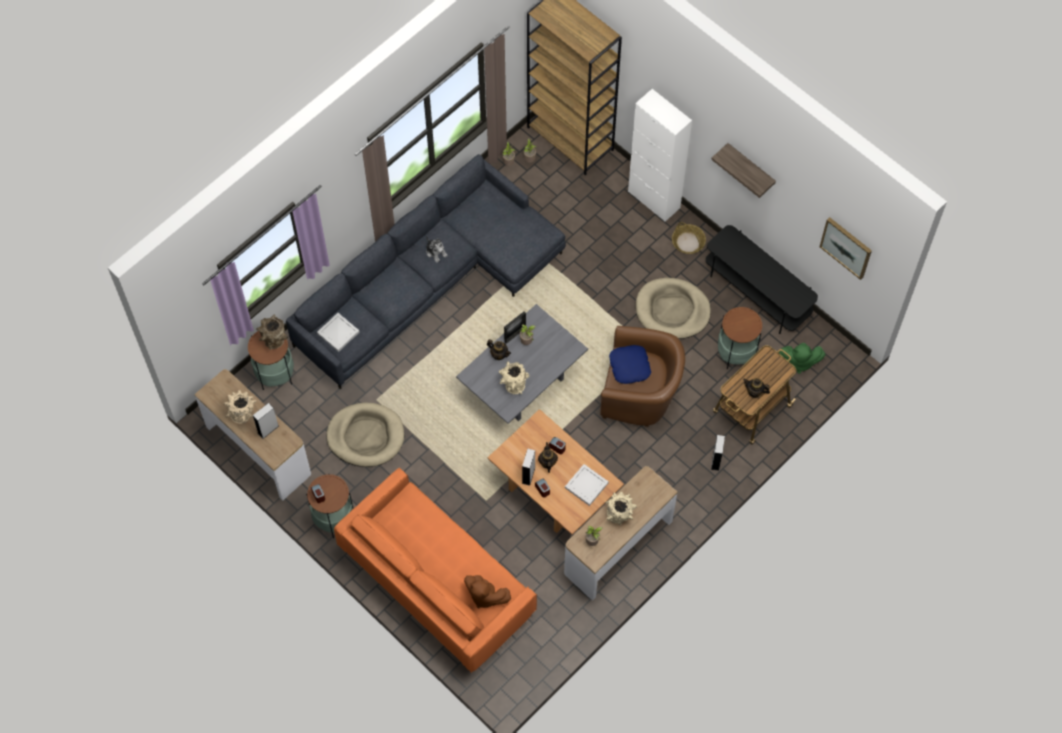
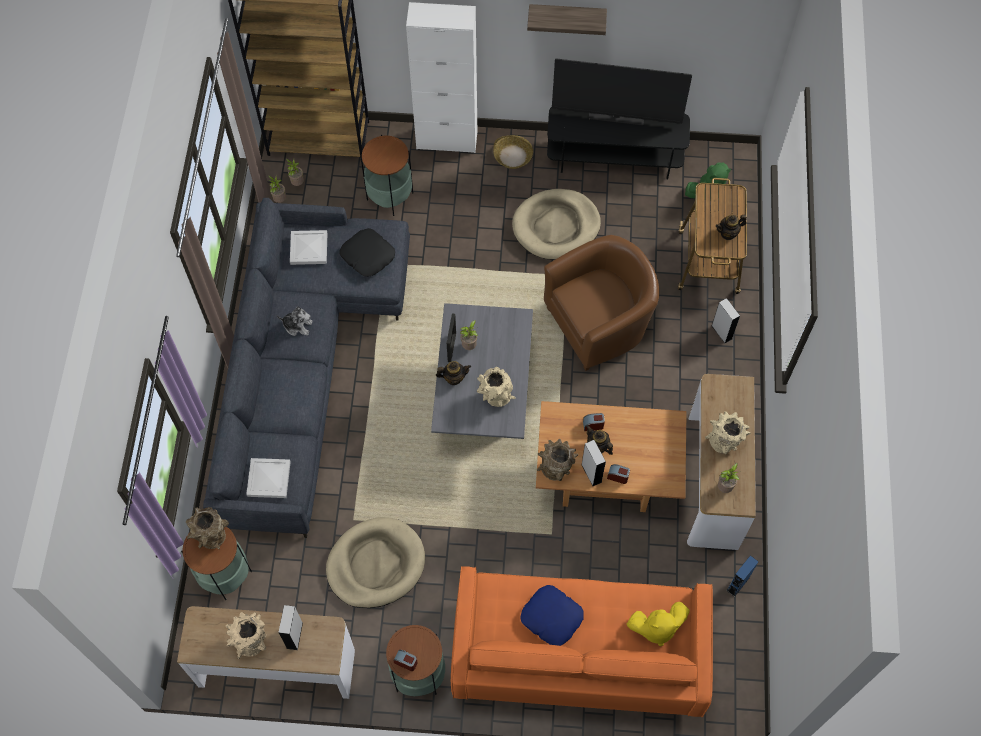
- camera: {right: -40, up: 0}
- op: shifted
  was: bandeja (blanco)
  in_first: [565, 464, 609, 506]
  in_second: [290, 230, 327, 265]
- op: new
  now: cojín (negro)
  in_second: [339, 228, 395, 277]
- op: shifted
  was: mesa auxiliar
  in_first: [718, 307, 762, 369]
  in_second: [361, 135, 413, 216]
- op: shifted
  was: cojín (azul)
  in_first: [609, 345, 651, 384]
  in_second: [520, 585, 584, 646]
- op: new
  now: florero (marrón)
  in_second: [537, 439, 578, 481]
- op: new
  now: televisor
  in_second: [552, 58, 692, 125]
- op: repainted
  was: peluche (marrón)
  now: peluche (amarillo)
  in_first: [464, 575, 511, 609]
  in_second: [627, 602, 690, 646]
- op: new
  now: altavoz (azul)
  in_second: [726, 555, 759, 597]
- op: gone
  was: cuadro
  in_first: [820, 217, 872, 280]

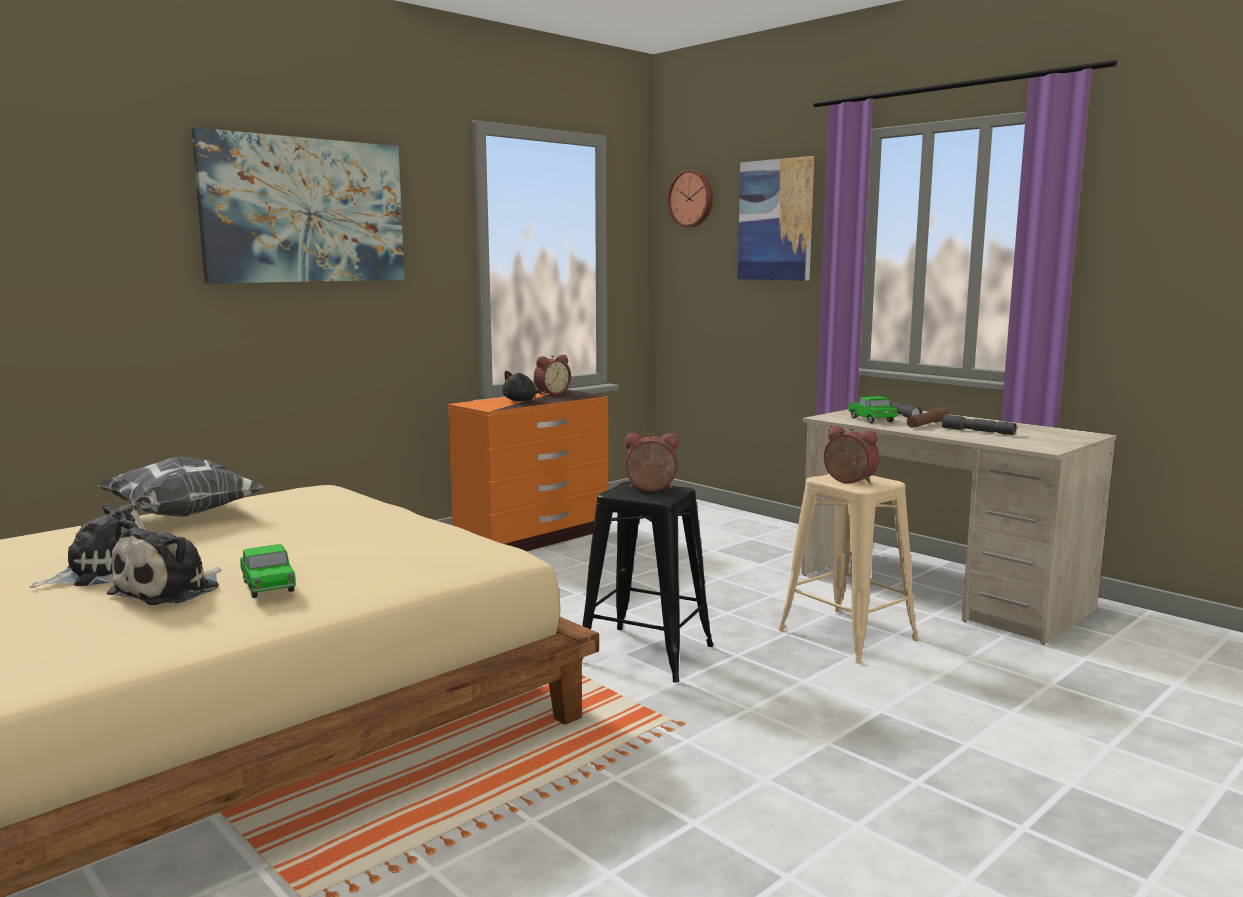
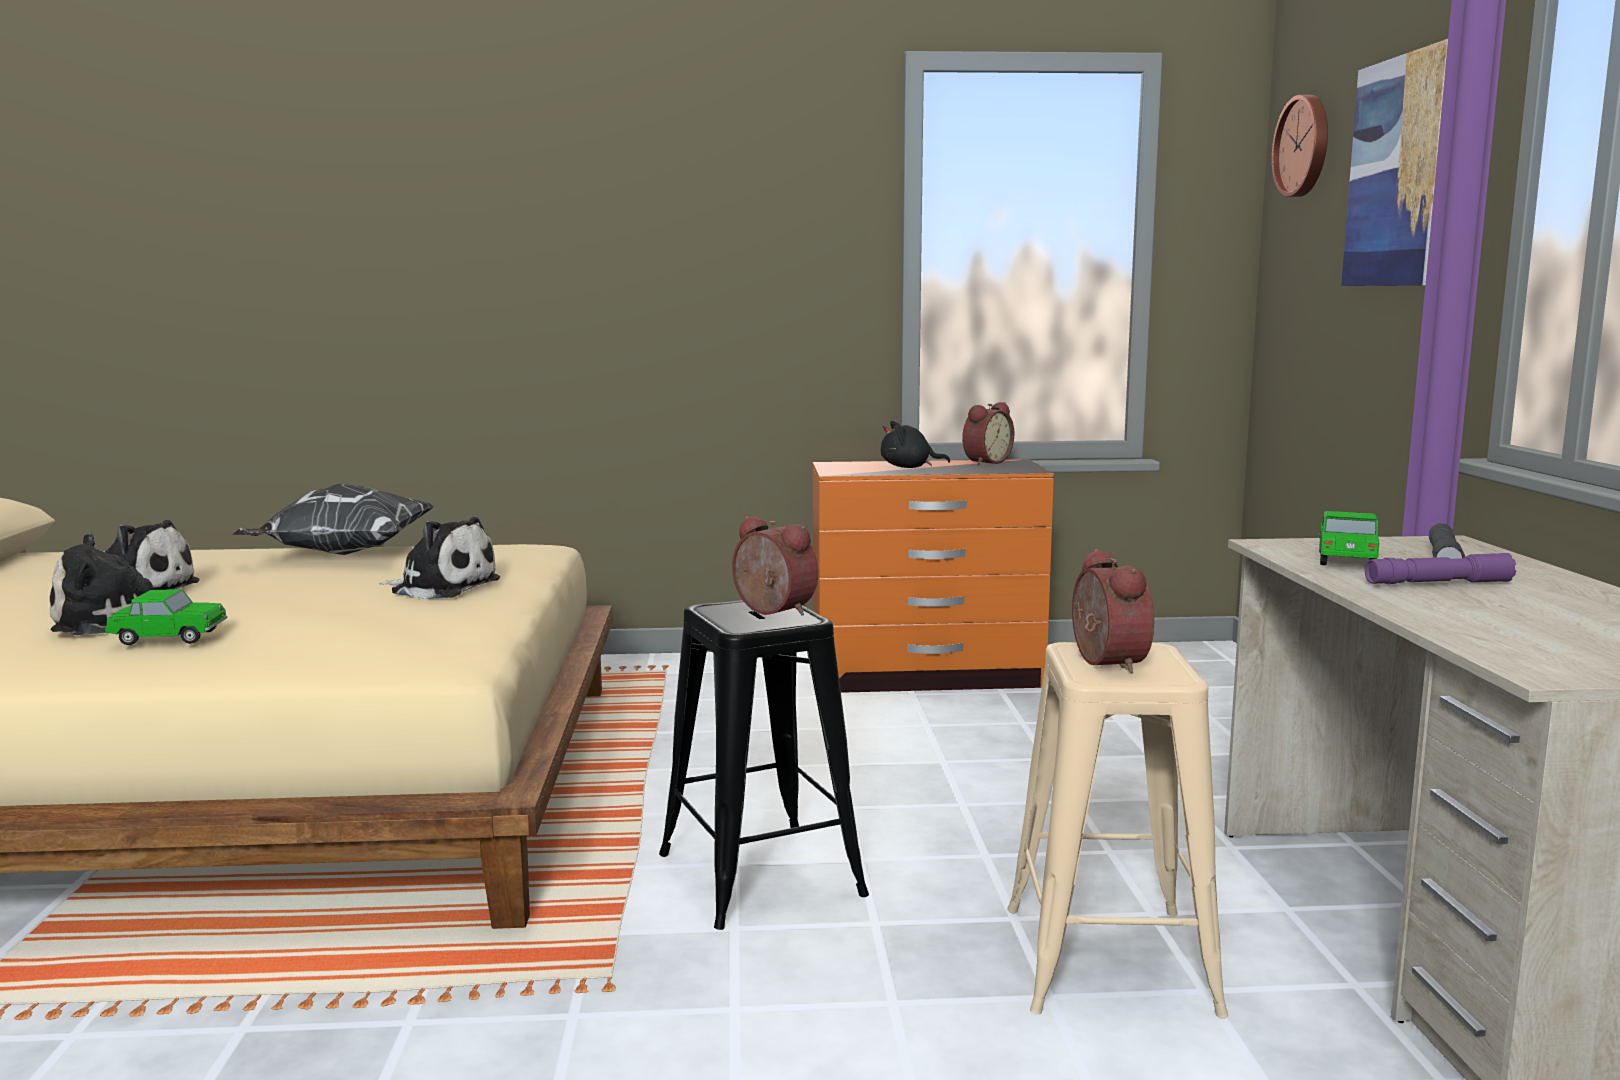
- camera: {right: 40, up: 0}
- op: rotated
  was: coche de juguete
  in_first: [240, 544, 296, 598]
  in_second: [105, 589, 227, 645]
  clockwise: -105
- op: new
  now: peluche
  in_second: [379, 517, 500, 599]
- op: rotated
  was: despertador
  in_first: [534, 354, 571, 395]
  in_second: [962, 402, 1014, 465]
  clockwise: -45
- op: repainted
  was: linterna (marrón)
  now: linterna (morado)
  in_first: [907, 408, 949, 428]
  in_second: [1365, 553, 1516, 584]
- op: gone
  was: cuadro
  in_first: [191, 128, 405, 283]
- op: gone
  was: linterna (gris)
  in_first: [942, 414, 1017, 435]

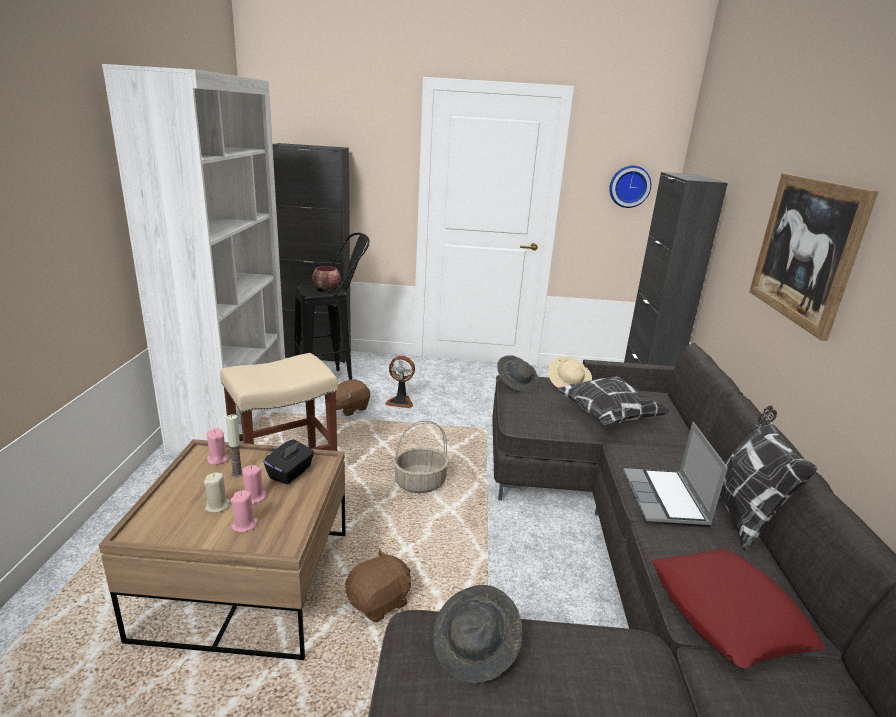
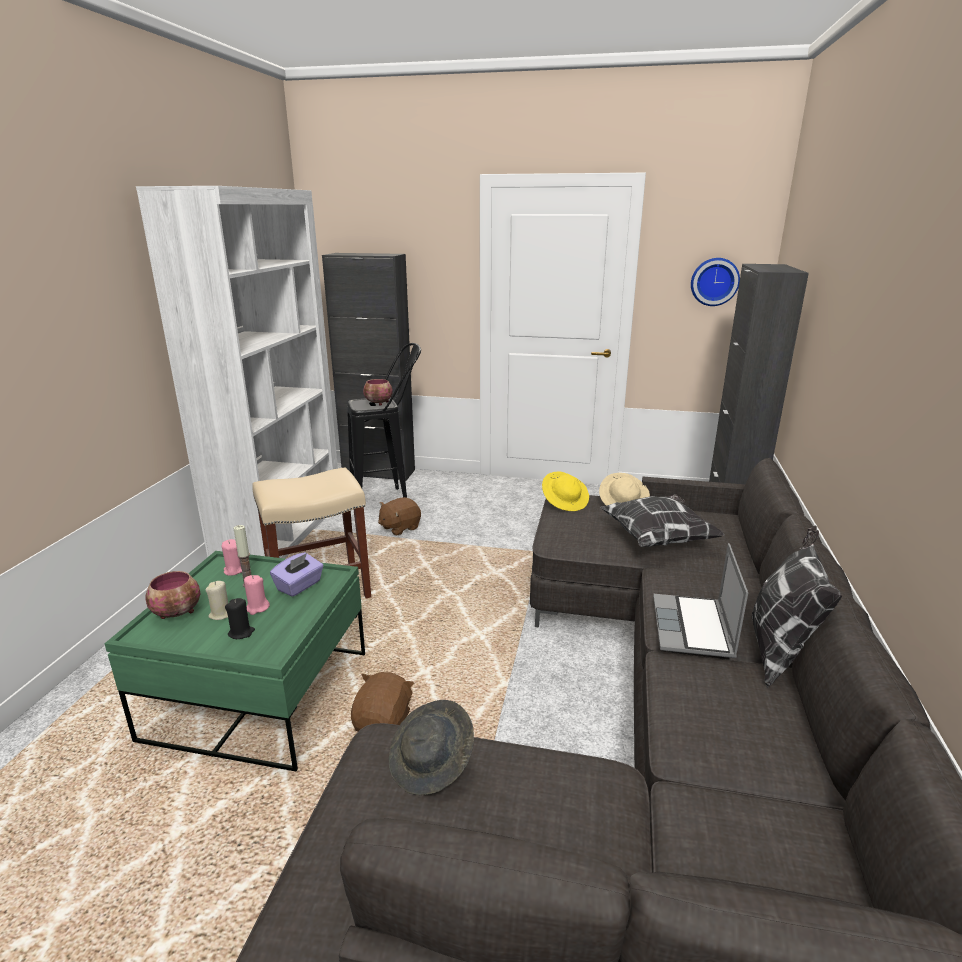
- camera: {right: 10, up: 0}
- op: repainted
  was: mesa de centro (marrón)
  now: mesa de centro (verde)
  in_first: [99, 439, 346, 660]
  in_second: [104, 551, 365, 771]
- op: new
  now: cuenco
  in_second: [145, 571, 201, 619]
- op: repainted
  was: vela (rosa)
  now: vela (negro)
  in_first: [230, 490, 258, 532]
  in_second: [225, 598, 255, 639]
- op: repainted
  was: caja de pañuelos (negro)
  now: caja de pañuelos (morado)
  in_first: [264, 439, 314, 484]
  in_second: [270, 552, 323, 597]
- op: rotated
  was: peluche (marrón)
  in_first: [345, 549, 411, 622]
  in_second: [351, 672, 414, 732]
  clockwise: -45
- op: repainted
  was: sombrero (gris)
  now: sombrero (amarillo)
  in_first: [497, 355, 539, 392]
  in_second: [542, 471, 589, 511]
- op: gone
  was: ventilador
  in_first: [385, 356, 415, 408]
- op: gone
  was: cesta
  in_first: [393, 420, 449, 493]
- op: gone
  was: cojín (rojo)
  in_first: [652, 548, 824, 669]
- op: gone
  was: cuadro
  in_first: [749, 173, 878, 341]

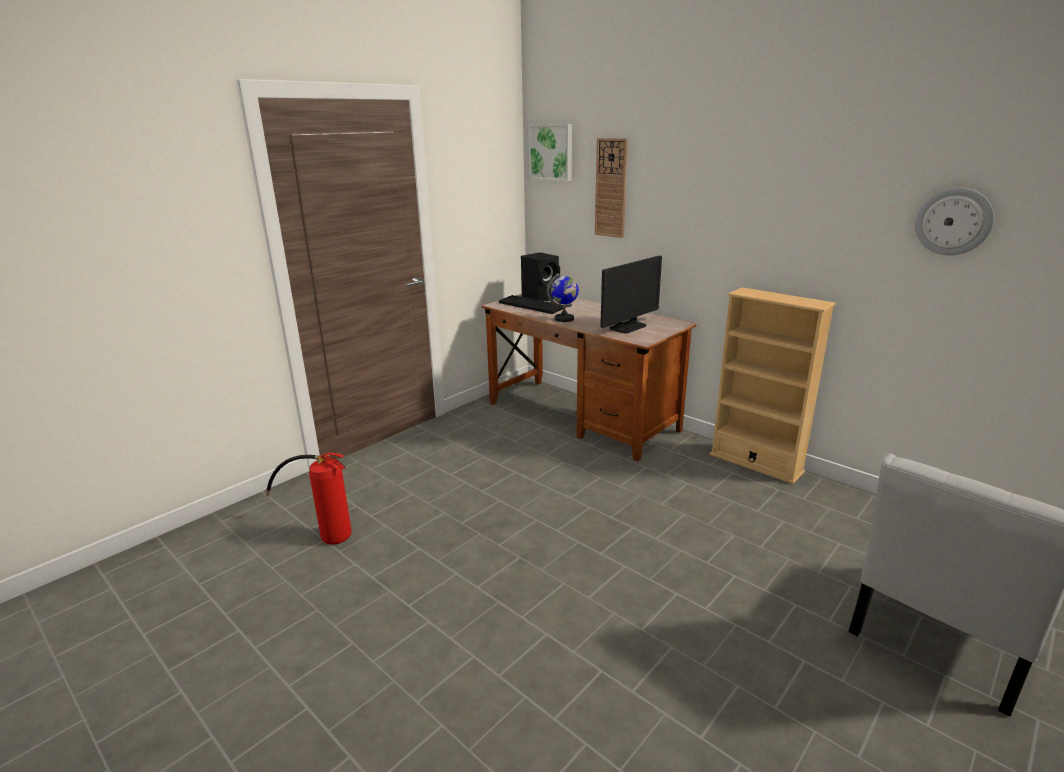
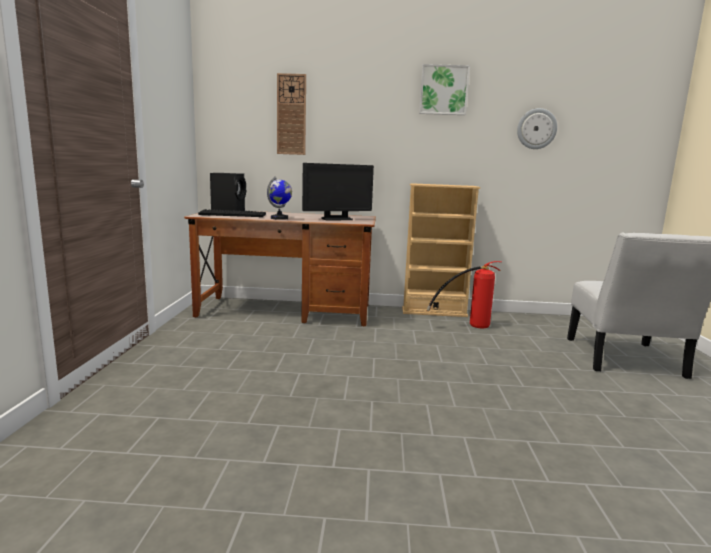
- camera: {right: -40, up: -10}
- op: rotated
  was: monitor
  in_first: [600, 256, 662, 333]
  in_second: [302, 163, 374, 221]
  clockwise: 60
- op: shifted
  was: cuadro
  in_first: [528, 124, 572, 181]
  in_second: [419, 64, 470, 115]
- op: shifted
  was: extintor
  in_first: [266, 453, 351, 545]
  in_second: [427, 261, 501, 328]

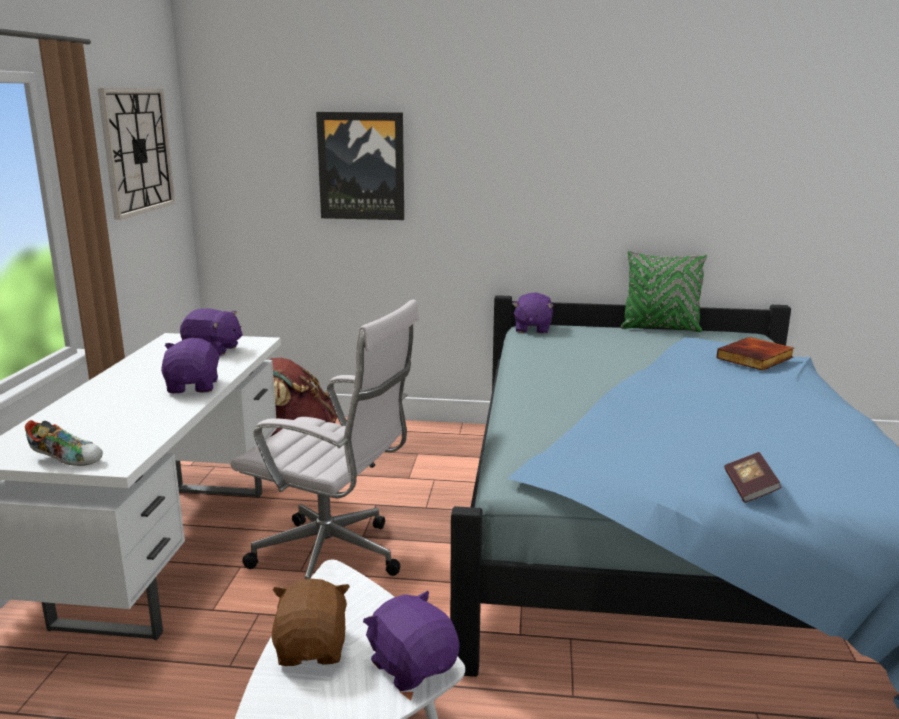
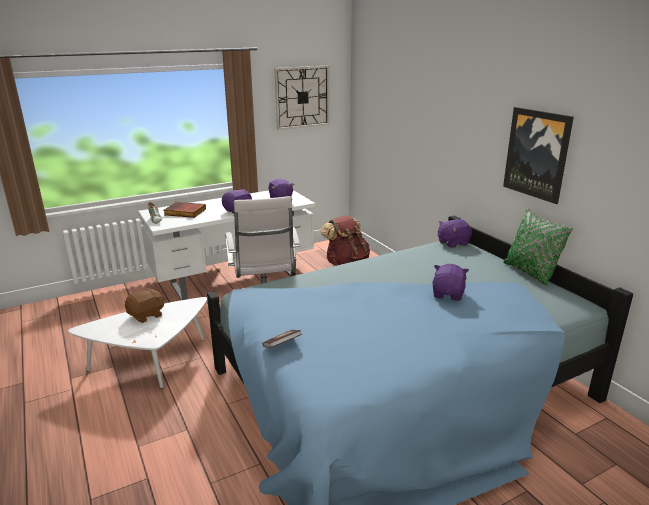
- camera: {right: 55, up: 5}
- op: shifted
  was: libro
  in_first: [716, 337, 794, 371]
  in_second: [164, 202, 206, 218]
- op: shifted
  was: peluche (morado)
  in_first: [363, 591, 460, 692]
  in_second: [433, 264, 469, 301]
- op: shifted
  was: cuadro
  in_first: [316, 112, 404, 220]
  in_second: [503, 107, 574, 204]

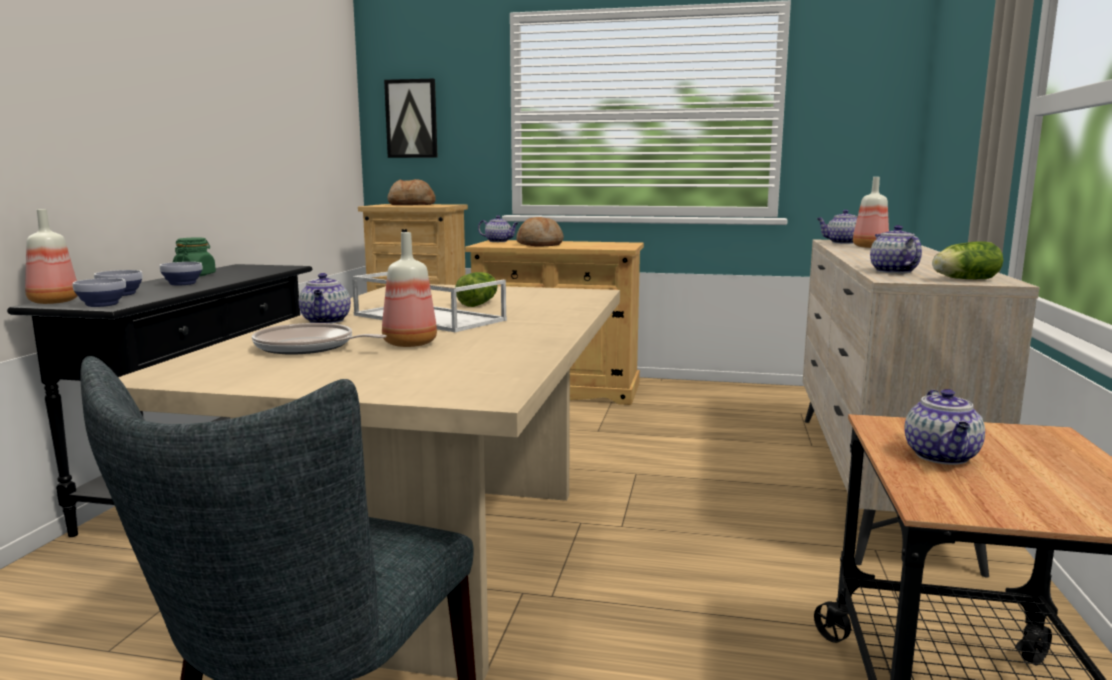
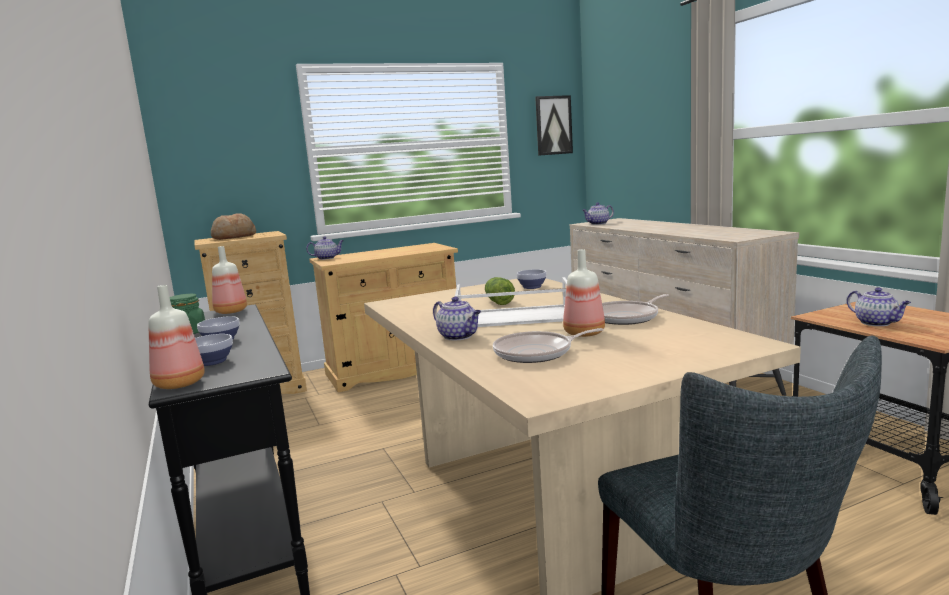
- camera: {right: -35, up: 0}
- op: shifted
  was: botella
  in_first: [853, 177, 889, 248]
  in_second: [212, 246, 247, 314]
- op: shifted
  was: cuenco
  in_first: [73, 278, 126, 307]
  in_second: [517, 269, 546, 289]
- op: shifted
  was: cuadro
  in_first: [384, 79, 438, 158]
  in_second: [535, 95, 573, 156]
- op: new
  now: sartén
  in_second: [602, 294, 669, 325]
- op: gone
  was: pan
  in_first: [516, 217, 564, 246]
- op: gone
  was: tetera
  in_first: [870, 225, 922, 273]
- op: gone
  was: lechuga
  in_first: [932, 241, 1003, 279]

